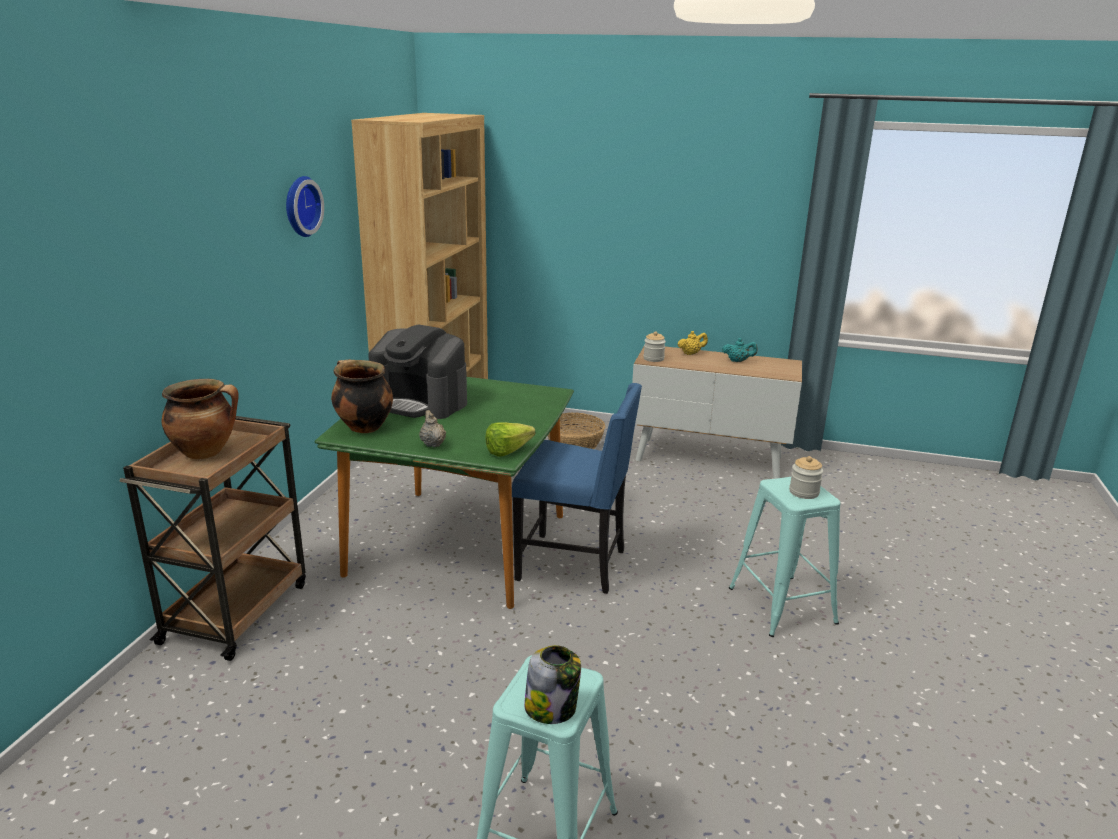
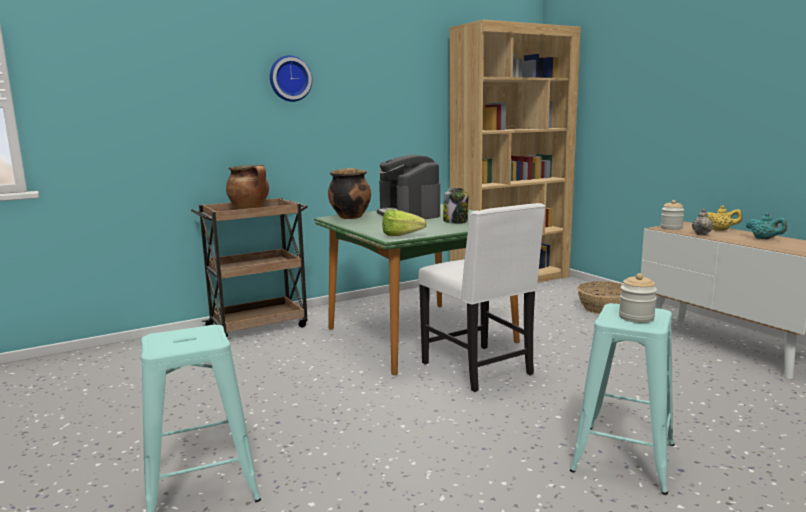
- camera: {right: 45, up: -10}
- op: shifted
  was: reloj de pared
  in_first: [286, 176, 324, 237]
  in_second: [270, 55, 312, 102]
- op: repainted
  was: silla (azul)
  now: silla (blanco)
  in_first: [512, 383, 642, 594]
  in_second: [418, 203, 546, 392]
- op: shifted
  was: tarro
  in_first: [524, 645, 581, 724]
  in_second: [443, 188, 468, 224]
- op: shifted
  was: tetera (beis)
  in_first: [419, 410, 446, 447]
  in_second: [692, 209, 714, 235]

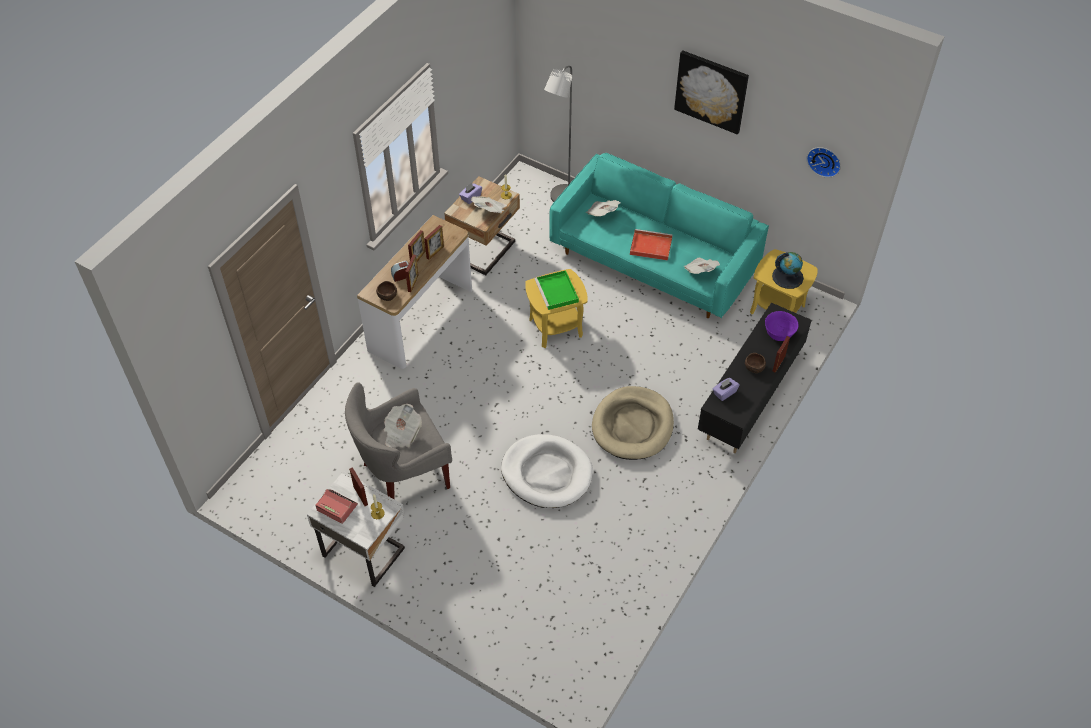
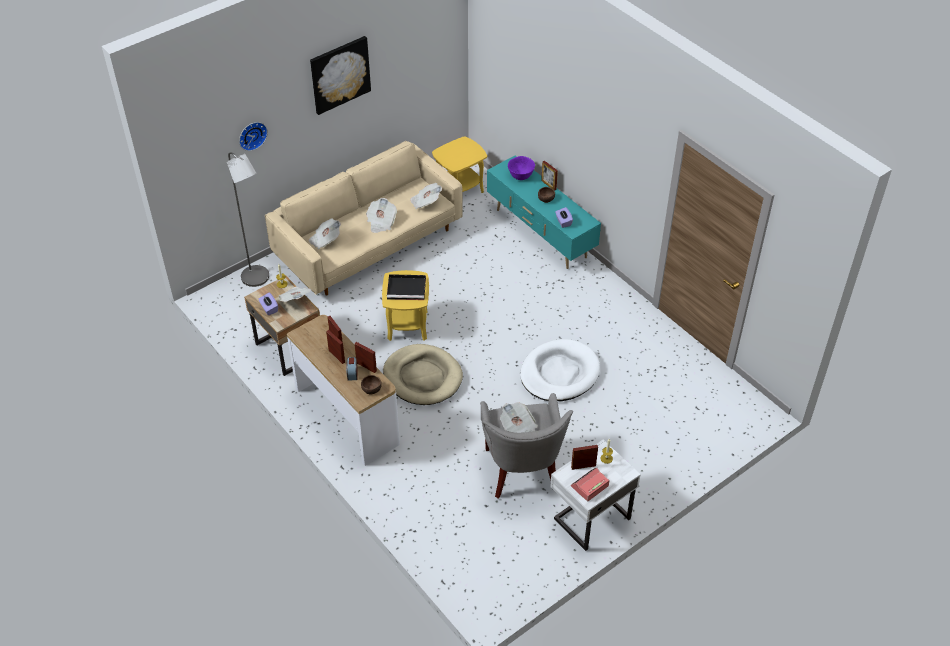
- camera: {right: -70, up: -5}
- op: shifted
  was: reloj de pared
  in_first: [807, 147, 841, 178]
  in_second: [239, 122, 268, 151]
- op: repainted
  was: sofá (turquesa)
  now: sofá (beis)
  in_first: [549, 153, 769, 318]
  in_second: [265, 141, 463, 296]
- op: swapped
  was: bandeja (rojo)
  now: periódico
  in_first: [630, 229, 672, 261]
  in_second: [366, 198, 397, 233]
- op: shifted
  was: cama para perro (beis)
  in_first: [592, 386, 674, 460]
  in_second: [383, 344, 463, 405]
- op: repainted
  was: bandeja (verde)
  now: bandeja (negro)
  in_first: [535, 270, 579, 310]
  in_second: [387, 274, 426, 300]
- op: repainted
  was: mueble de televisión (negro)
  now: mueble de televisión (turquesa)
  in_first: [698, 303, 812, 453]
  in_second: [487, 155, 601, 269]
- op: gone
  was: globo terráqueo
  in_first: [772, 252, 804, 289]

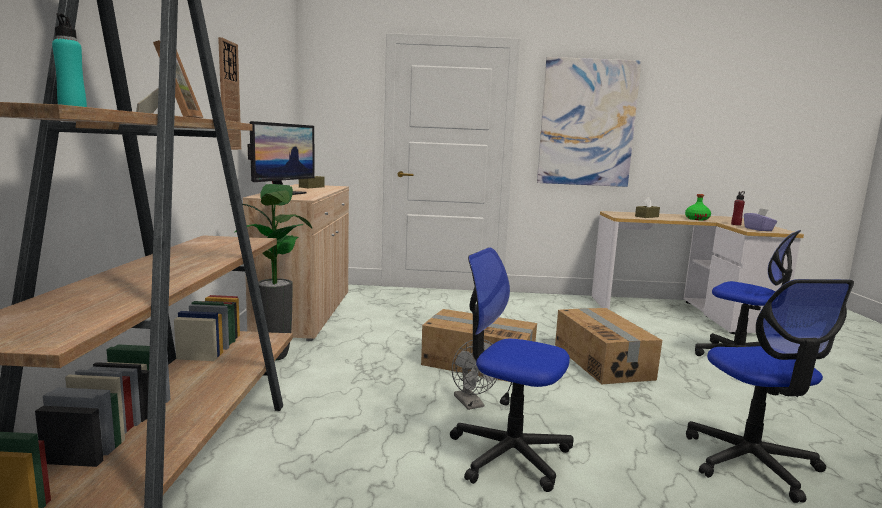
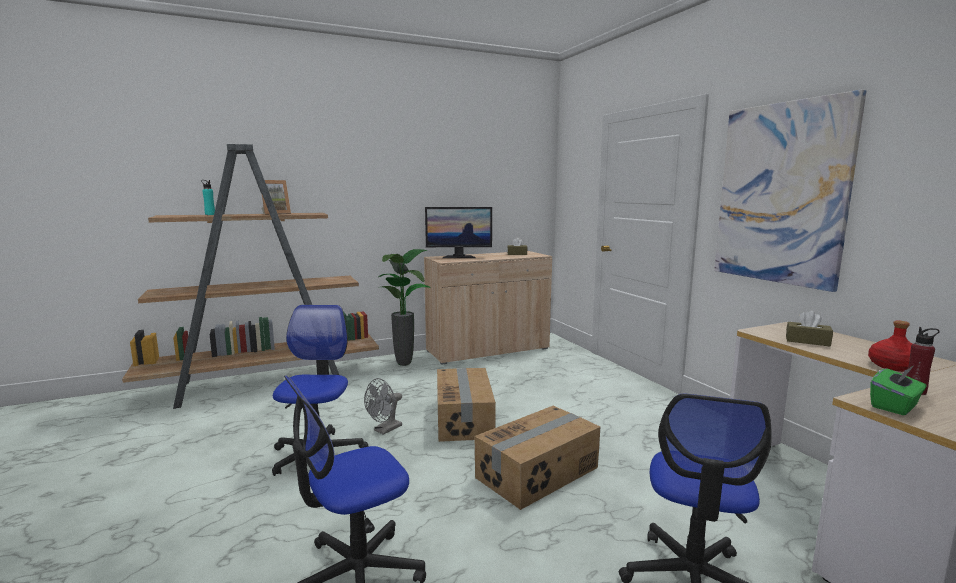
- camera: {right: 65, up: 0}
- op: repainted
  was: botella (verde)
  now: botella (rojo)
  in_first: [685, 194, 711, 221]
  in_second: [868, 320, 912, 372]
- op: repainted
  was: caja de pañuelos (morado)
  now: caja de pañuelos (verde)
  in_first: [744, 208, 777, 231]
  in_second: [870, 366, 927, 415]
- op: gone
  was: reloj de pared
  in_first: [218, 37, 241, 150]

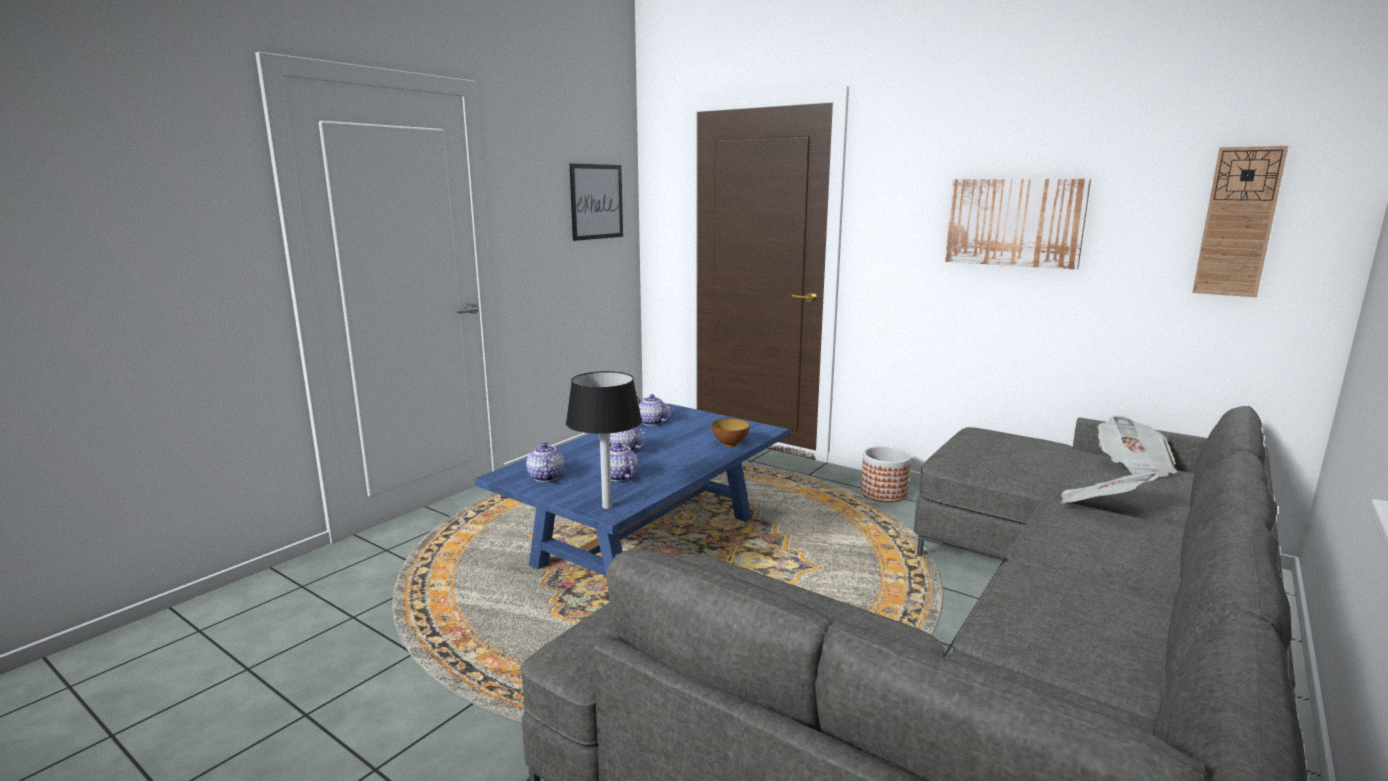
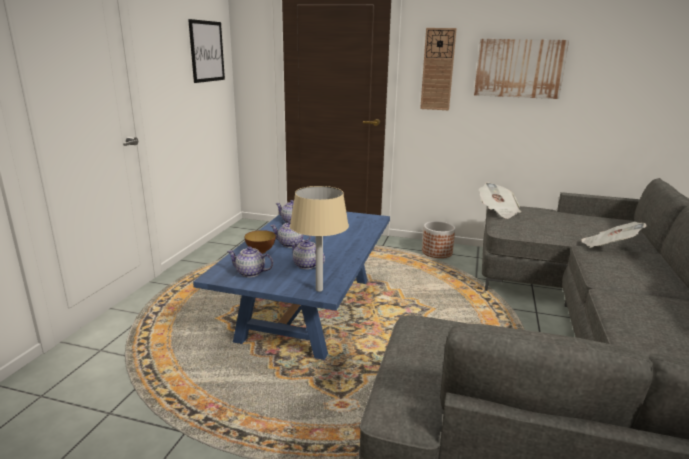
- camera: {right: -20, up: 5}
- op: rotated
  was: tetera
  in_first: [526, 442, 564, 482]
  in_second: [227, 246, 273, 277]
  clockwise: -45
- op: shifted
  was: cuenco
  in_first: [712, 419, 750, 447]
  in_second: [244, 230, 276, 254]
- op: repainted
  was: lámpara de mesa (negro)
  now: lámpara de mesa (beis)
  in_first: [566, 371, 642, 509]
  in_second: [290, 186, 349, 292]
- op: shifted
  was: reloj de pared
  in_first: [1192, 146, 1288, 297]
  in_second: [420, 28, 457, 110]
- op: shifted
  was: periódico
  in_first: [1098, 416, 1177, 481]
  in_second: [479, 182, 521, 219]

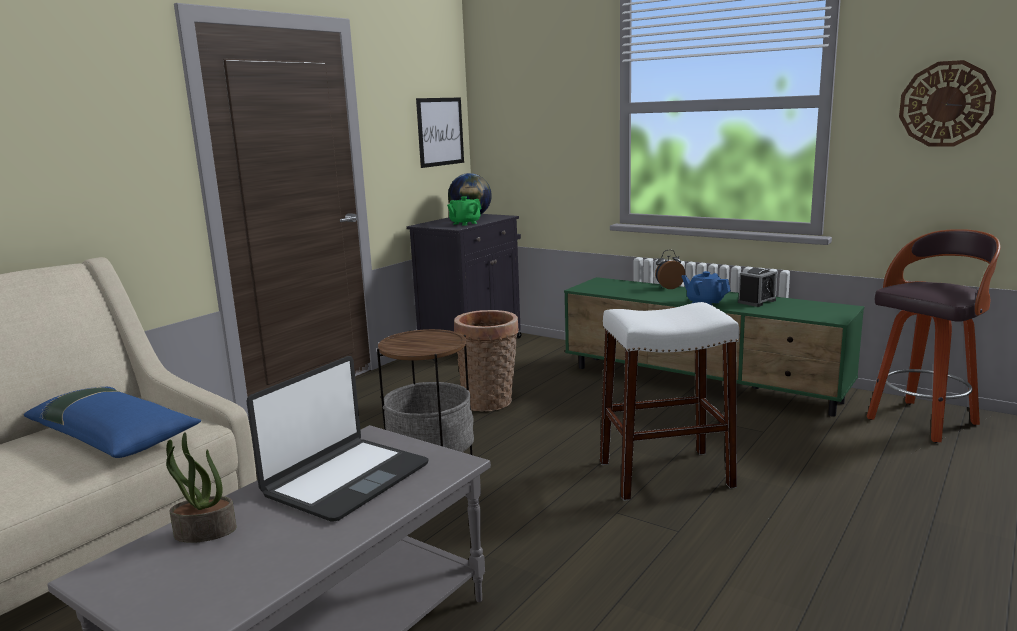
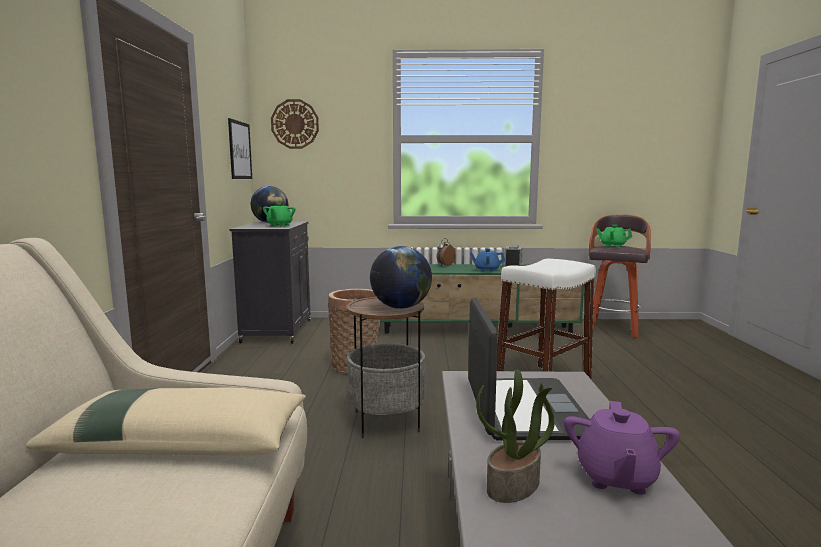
- camera: {right: -35, up: -5}
- op: repainted
  was: cojín (azul)
  now: cojín (beis)
  in_first: [24, 387, 201, 458]
  in_second: [26, 387, 306, 455]
- op: shifted
  was: reloj de pared
  in_first: [899, 60, 996, 147]
  in_second: [271, 99, 319, 149]
- op: new
  now: globo terráqueo
  in_second: [370, 246, 432, 309]
- op: new
  now: tetera (morado)
  in_second: [564, 401, 680, 495]
- op: new
  now: tetera (verde)
  in_second: [596, 225, 632, 248]

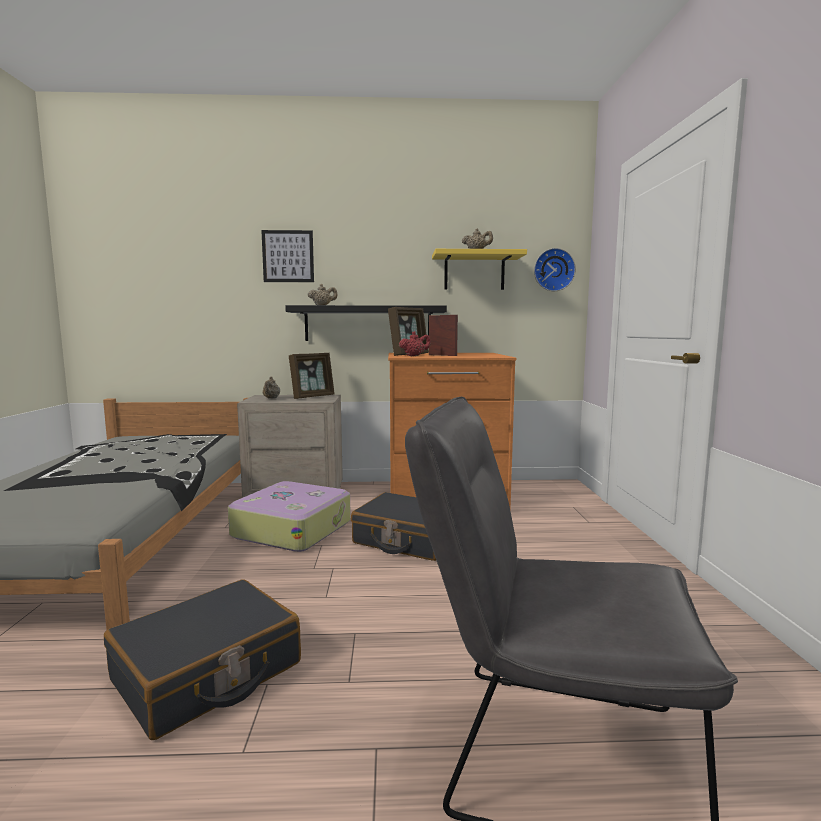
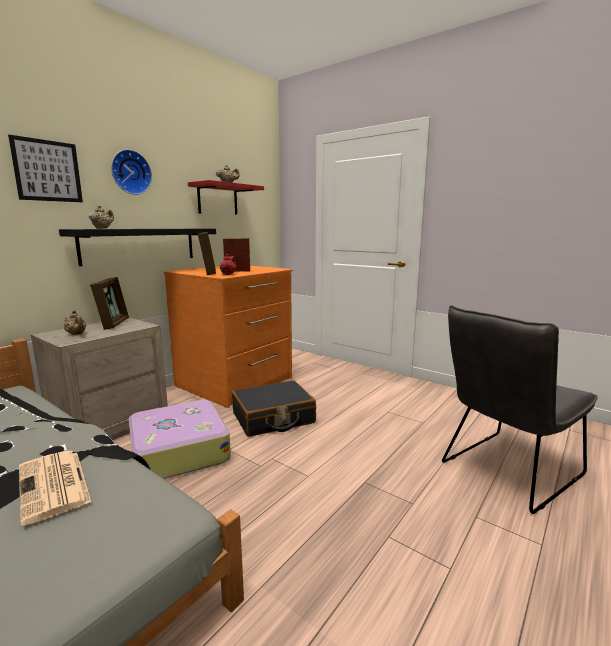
- camera: {right: -50, up: 5}
- op: new
  now: periódico
  in_second: [19, 451, 91, 526]
- op: shifted
  was: reloj de pared
  in_first: [534, 248, 576, 291]
  in_second: [111, 149, 152, 195]
- op: repainted
  was: estante (amarillo)
  now: estante (rojo)
  in_first: [432, 249, 527, 290]
  in_second: [188, 180, 264, 215]
- op: gone
  was: maleta (negro)
  in_first: [104, 579, 301, 740]

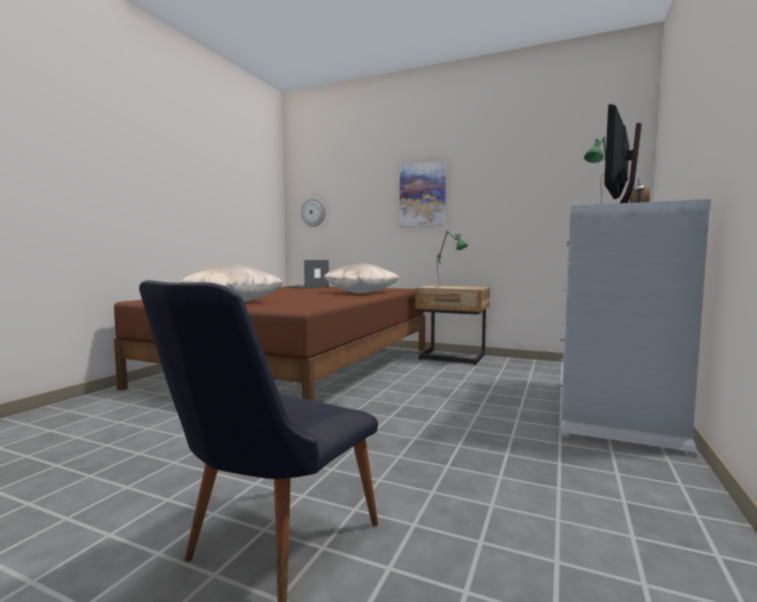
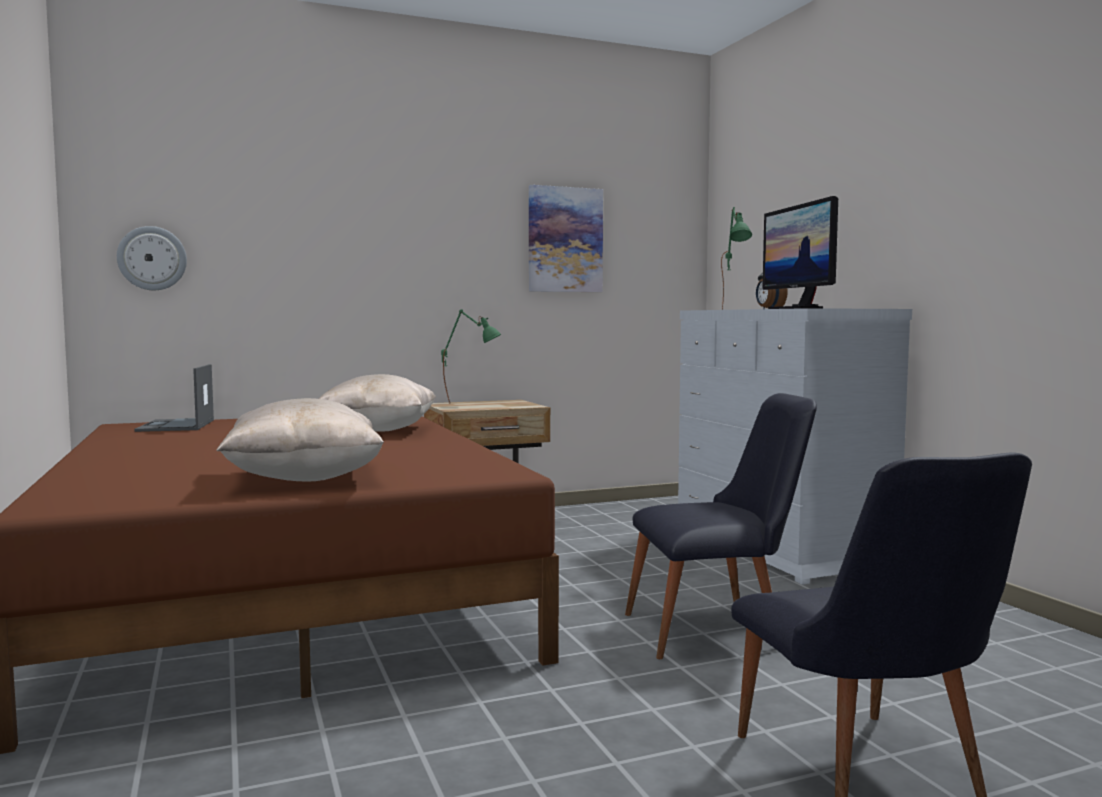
- camera: {right: -45, up: 0}
- op: shifted
  was: cuadro
  in_first: [400, 161, 446, 227]
  in_second: [529, 185, 603, 292]
- op: new
  now: silla (negro)
  in_second: [625, 393, 817, 659]

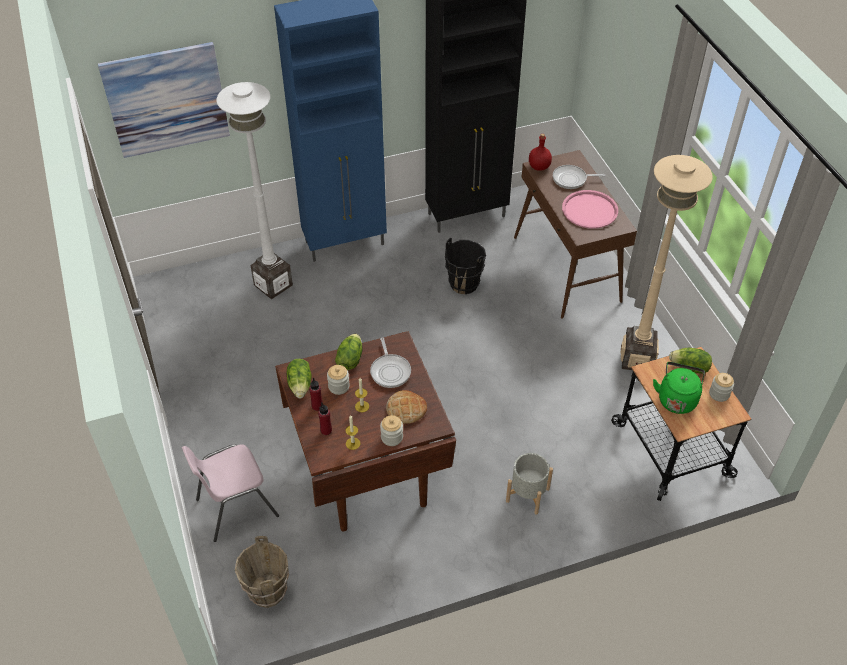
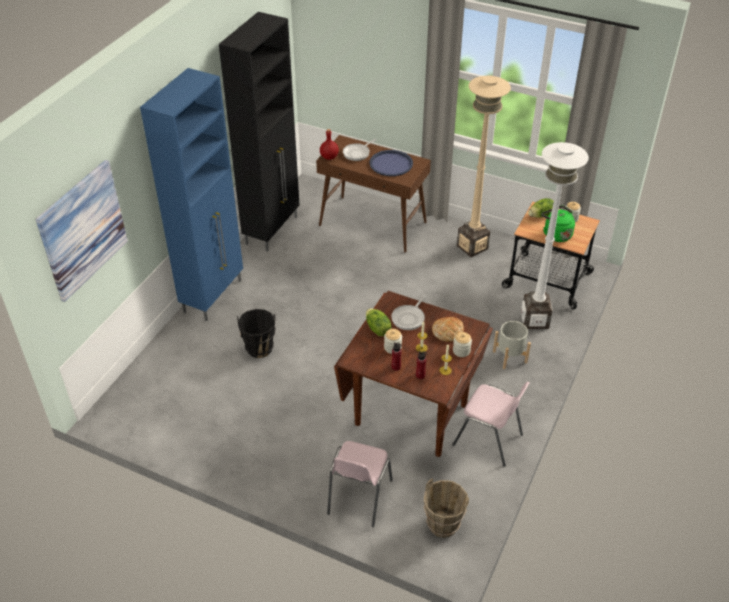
- camera: {right: -45, up: -5}
- op: shifted
  was: cubo (negro)
  in_first: [445, 238, 486, 294]
  in_second: [237, 309, 276, 358]
- op: repainted
  was: bandeja (rosa)
  now: bandeja (azul)
  in_first: [562, 190, 618, 229]
  in_second: [370, 150, 413, 176]
- op: rotated
  was: sartén
  in_first: [370, 337, 411, 388]
  in_second: [391, 295, 426, 330]
  clockwise: 90
- op: new
  now: silla (rosa)
  in_second: [453, 382, 529, 467]
- op: shifted
  was: lámpara de pie (blanco)
  in_first: [216, 82, 293, 299]
  in_second: [521, 142, 589, 329]
- op: gone
  was: lechuga
  in_first: [287, 359, 311, 398]

